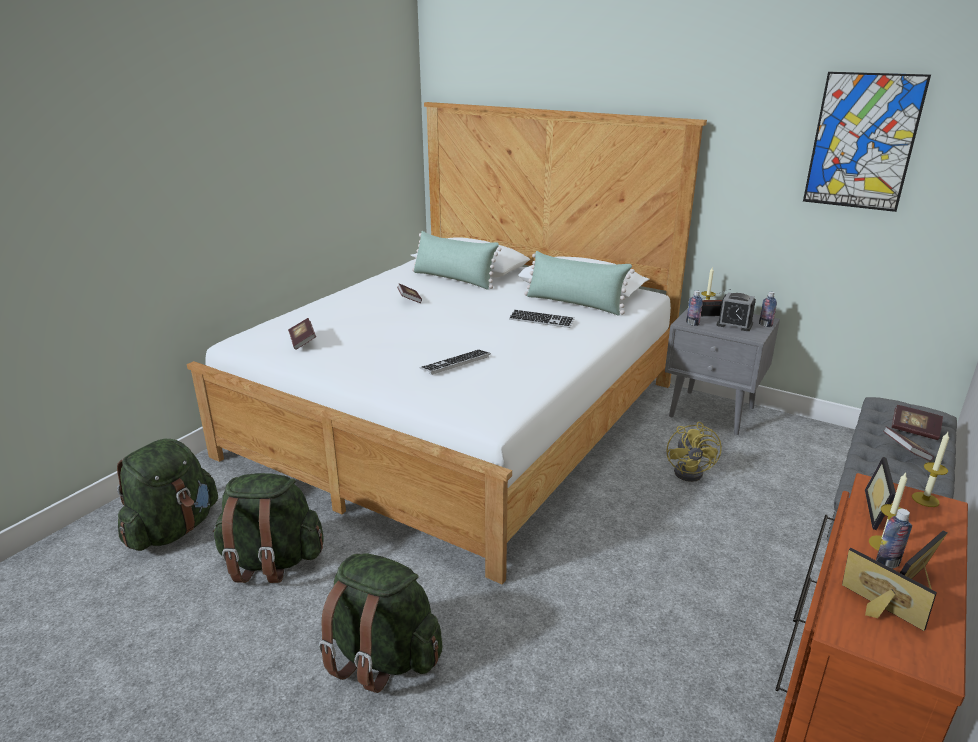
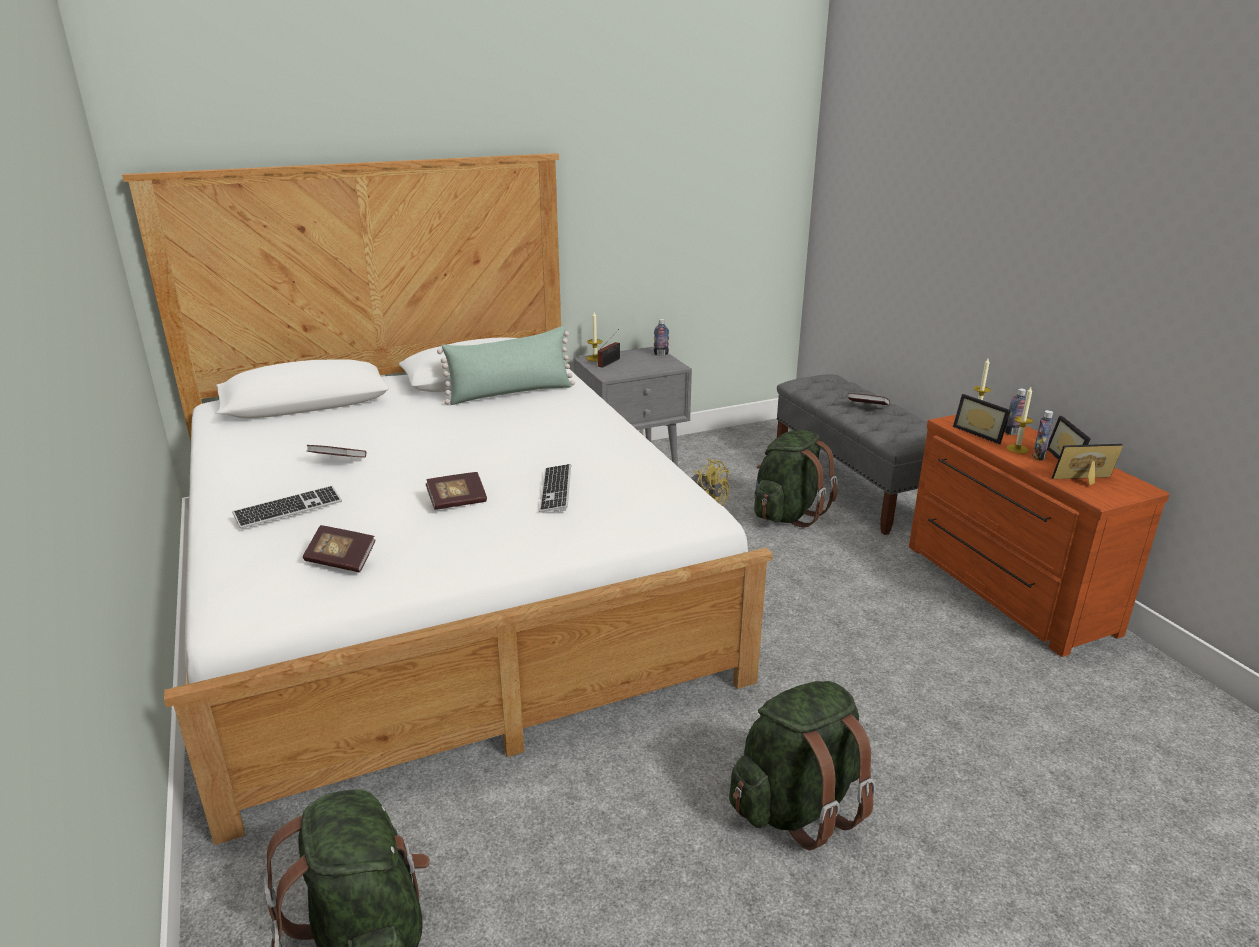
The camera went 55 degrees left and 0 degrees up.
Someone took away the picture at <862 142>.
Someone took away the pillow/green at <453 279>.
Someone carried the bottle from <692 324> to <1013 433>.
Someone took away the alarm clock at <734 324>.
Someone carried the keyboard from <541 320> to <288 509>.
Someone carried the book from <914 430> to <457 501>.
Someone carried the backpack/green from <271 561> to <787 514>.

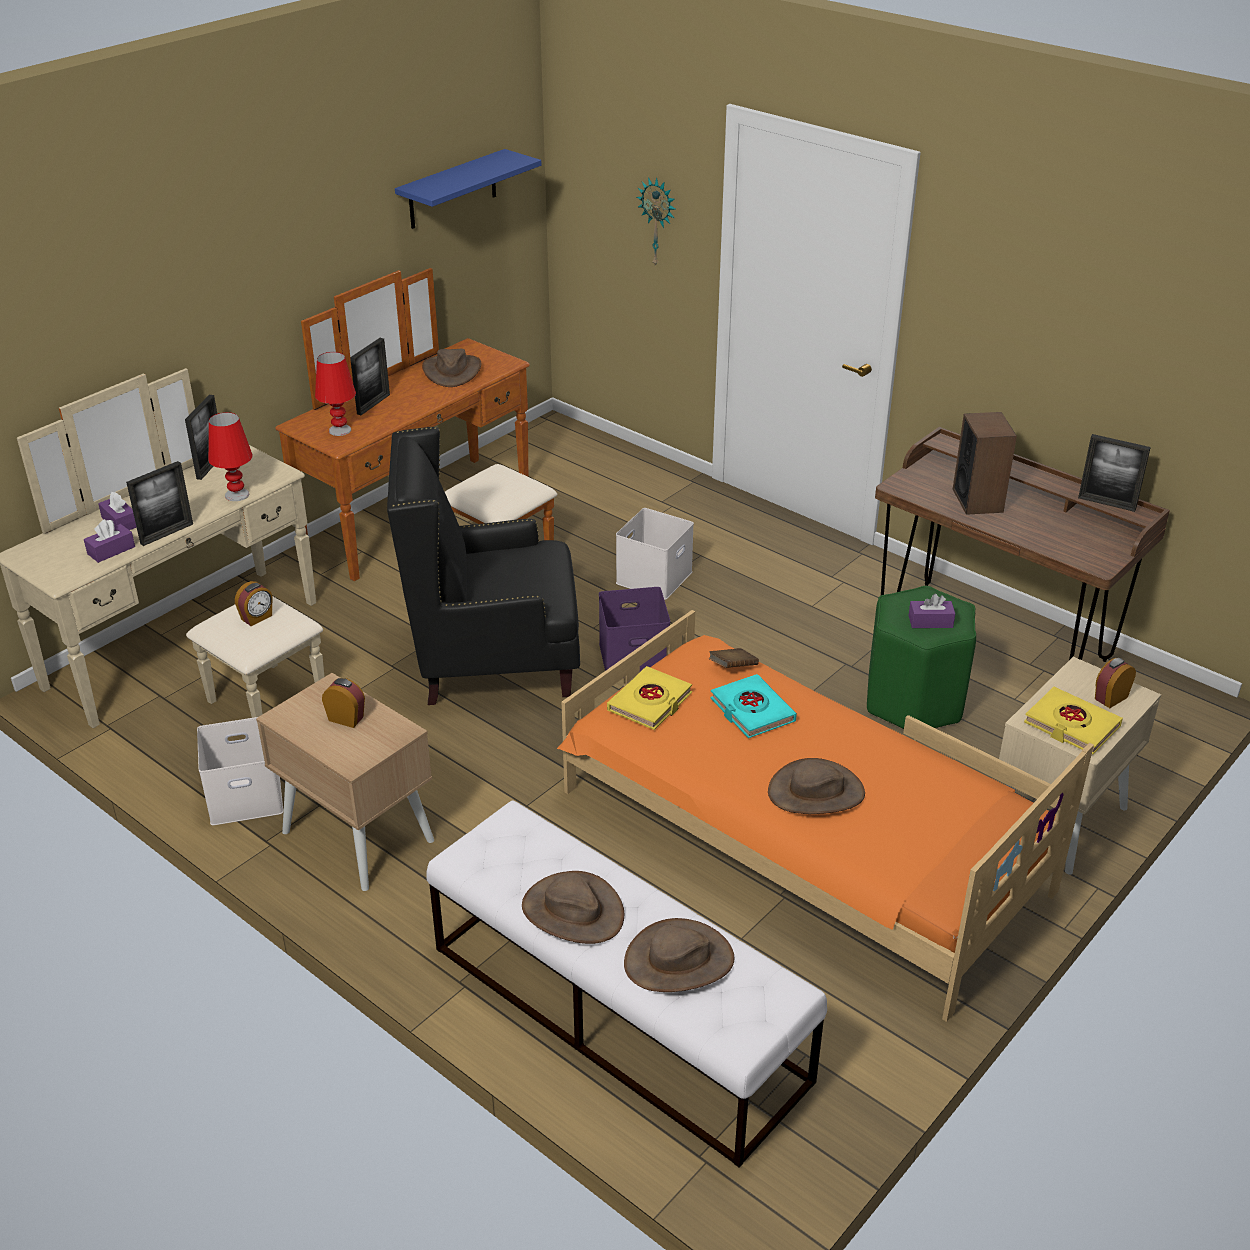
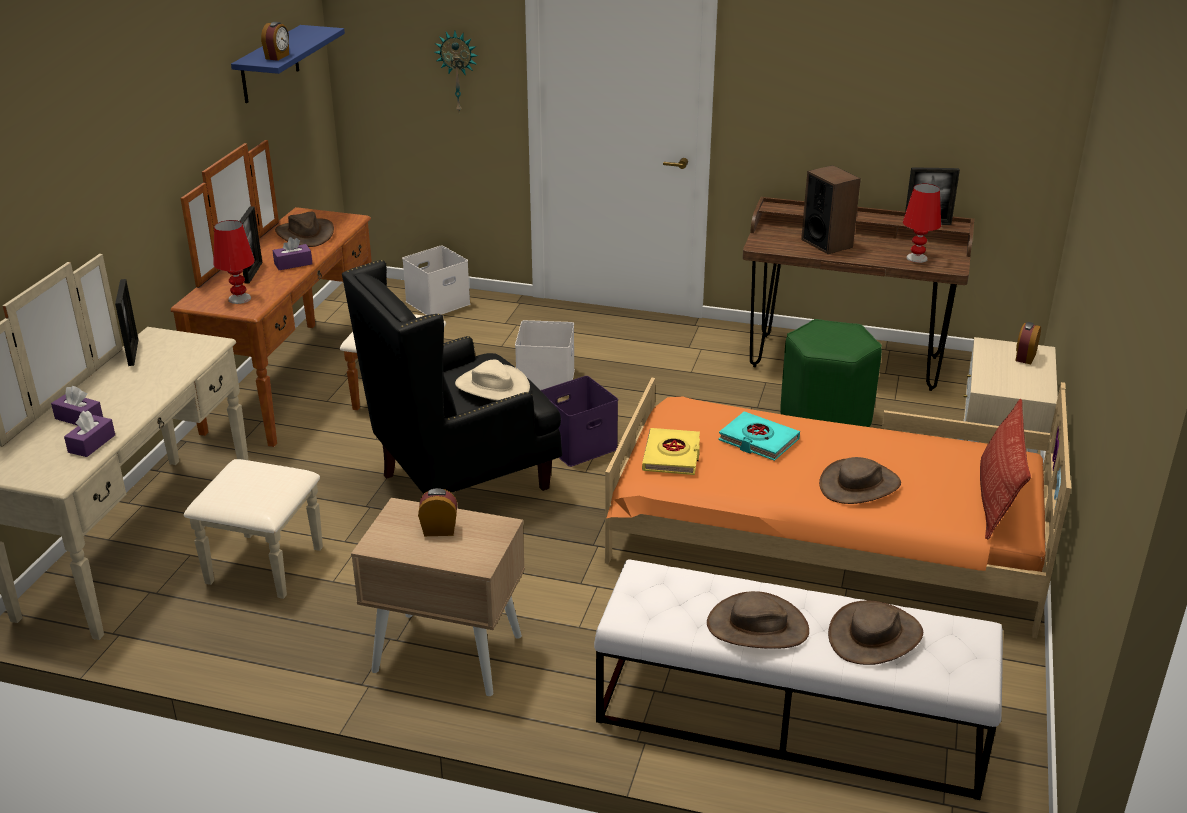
The camera went 25 degrees left and 5 degrees down.
Someone carried the table lamp/red from <237 494> to <916 258>.
Someone took away the picture frame at <167 534>.
Someone carried the alarm clock from <257 618> to <278 57>.
Someone carried the tissue box/purple from <930 621> to <293 264>.
Someone took away the book/brown at <733 667>.
Someone took away the book/yellow at <1071 725>.
Someone carried the storage box/white from <243 797> to <437 303>.
Someone put down the hat/beige at <492 387>.
Someone put down the pillow at <996 498>.

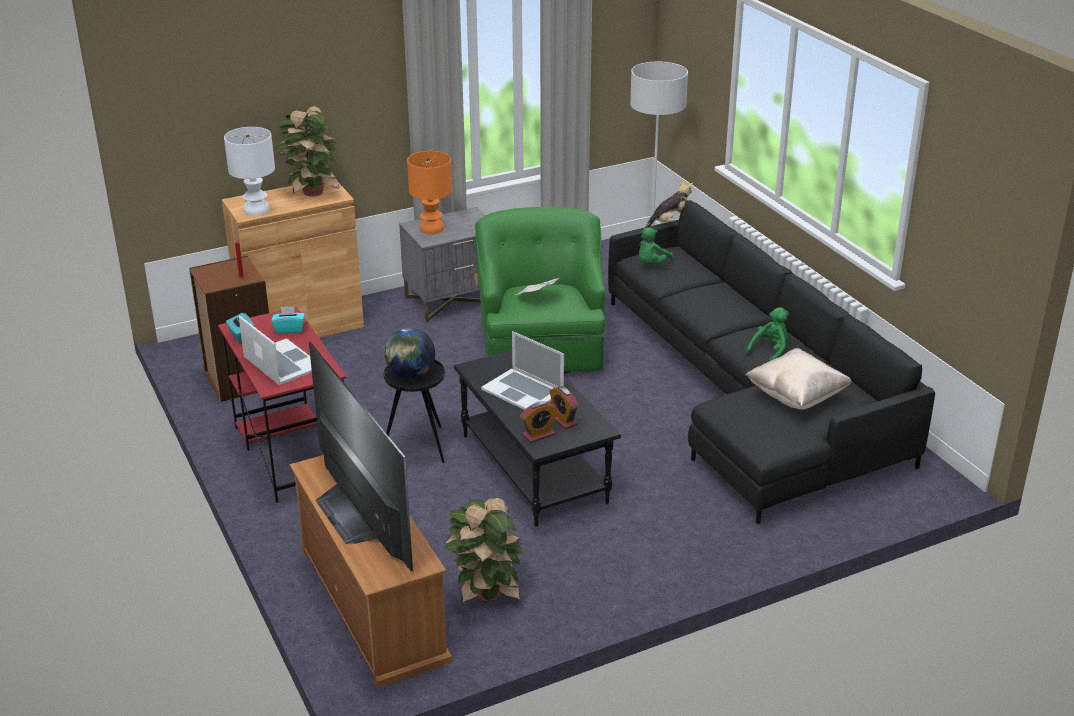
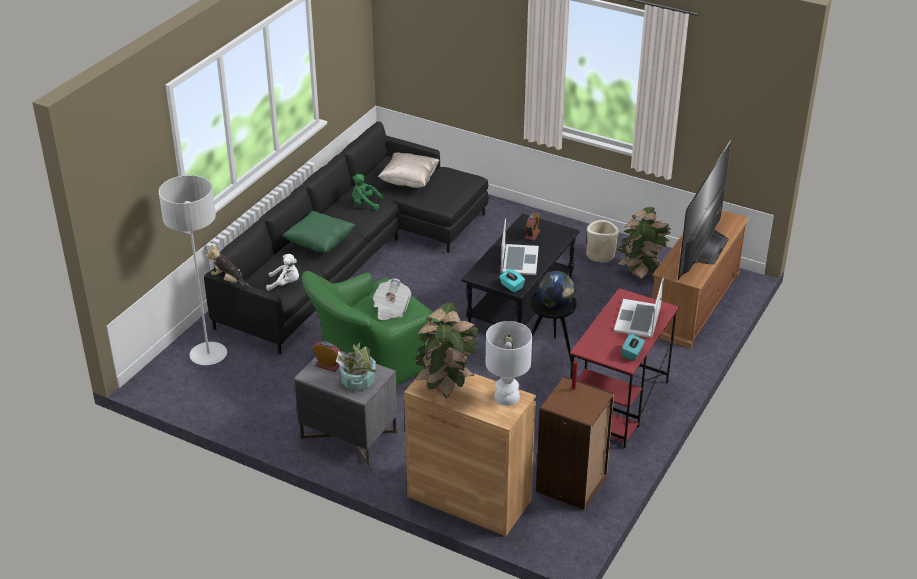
The camera went 125 degrees left and 5 degrees up.
Someone swapped the table lamp/orange at <432 228> for the potted plant at <358 381>.
Someone repainted the plush toy/green at <652 264>, which became the plush toy/white at <285 284>.
Someone carried the tissue box/turquoise from <289 329> to <511 286>.
Someone carried the alarm clock from <539 435> to <327 365>.
Someone put down the pillow/green at <319 244>.
Someone put down the planter/beige at <601 255>.

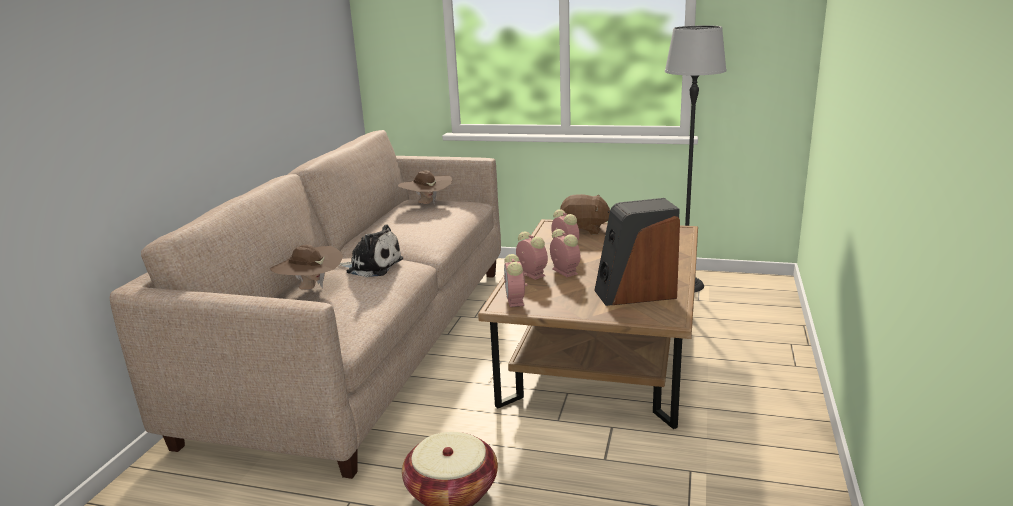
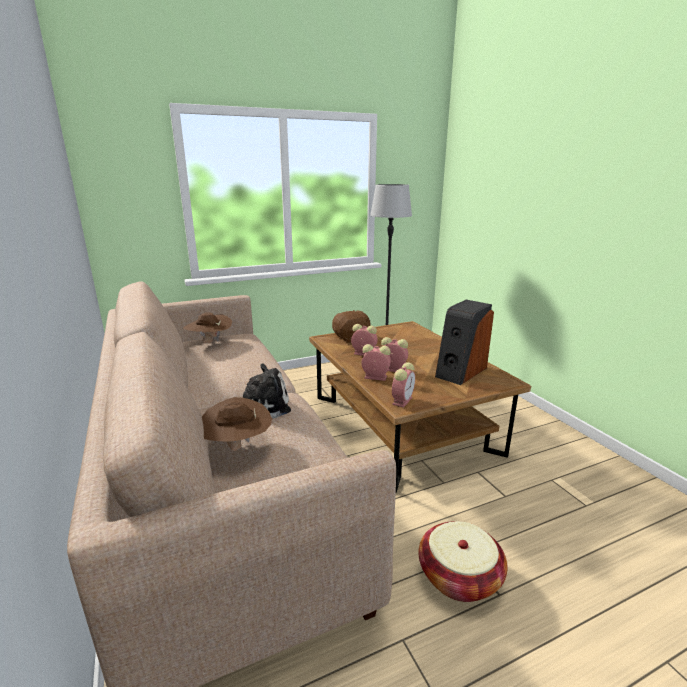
The camera went 40 degrees left and 0 degrees up.
Someone rotated the alarm clock at <515 301> by 105 degrees counterclockwise.

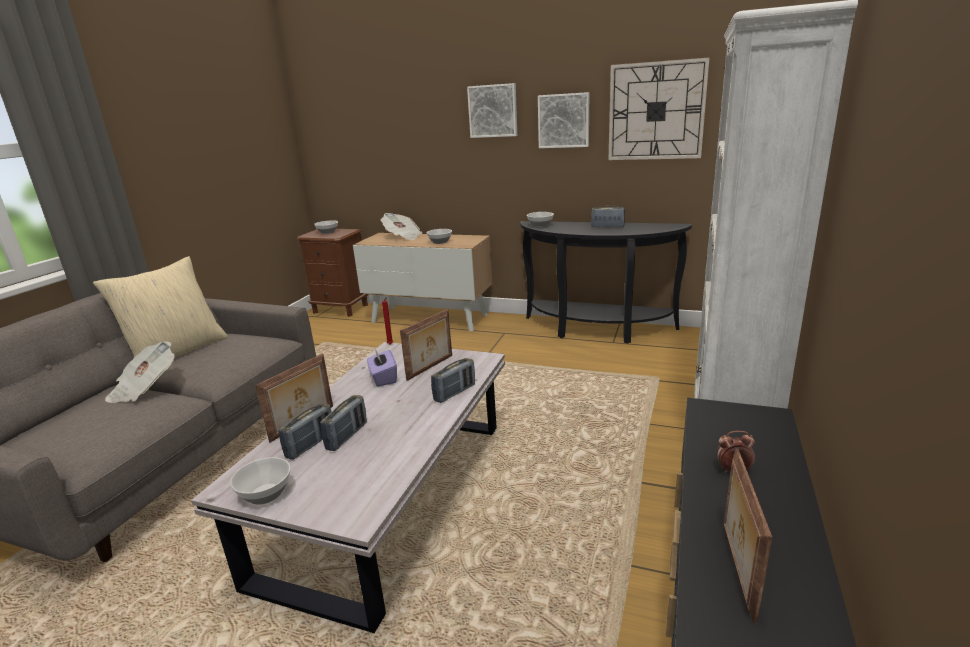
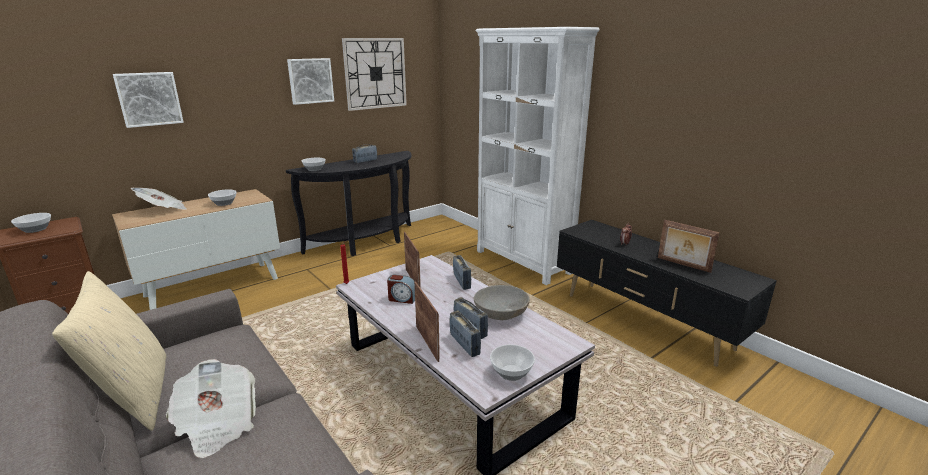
The camera went 60 degrees left and 0 degrees up.
Someone carried the picture from <493 111> to <149 99>.
Someone swapped the tissue box/purple at <383 378> for the alarm clock at <402 299>.
Someone put down the bowl/grey at <501 312>.

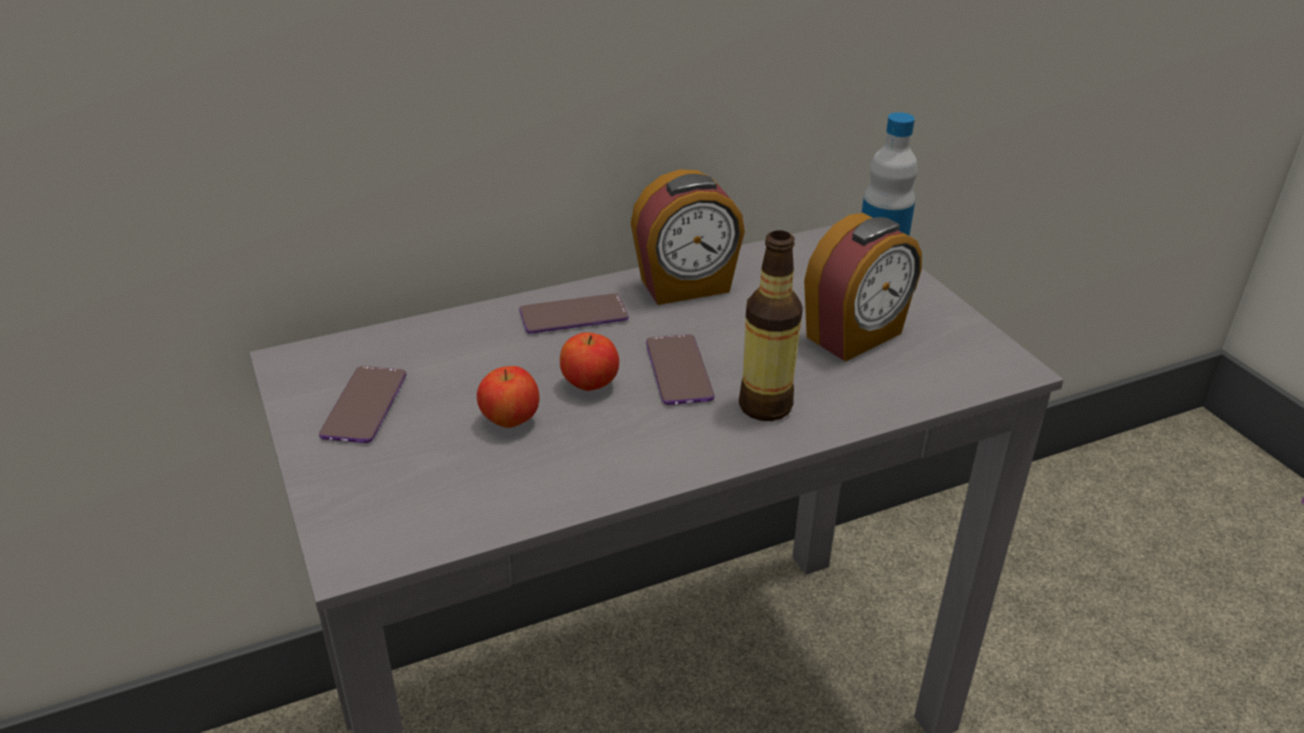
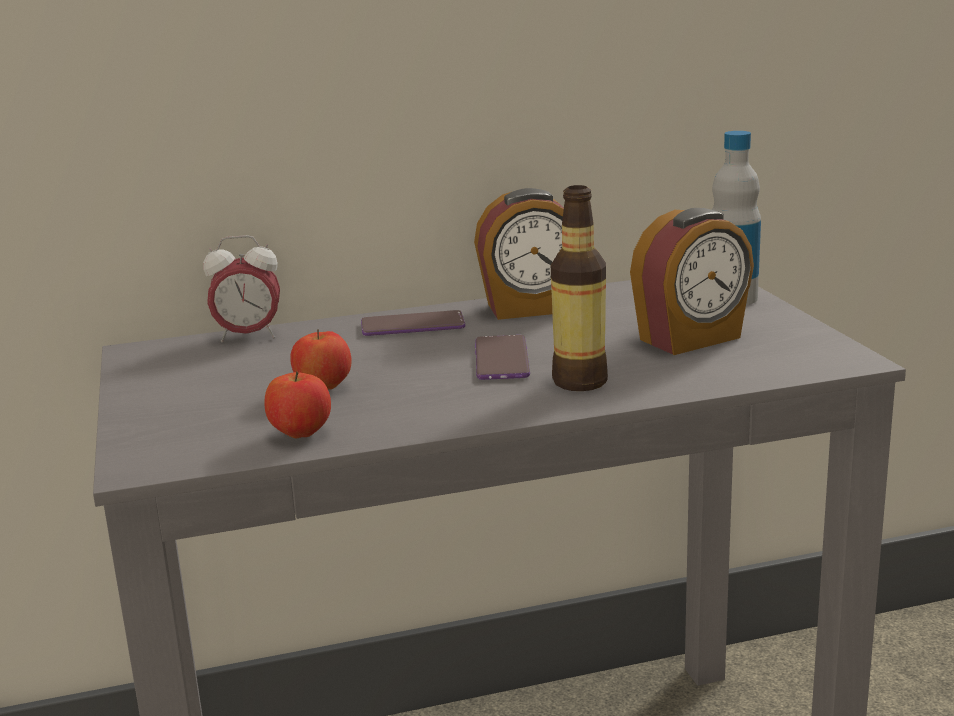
The camera went 10 degrees right and 15 degrees down.
Someone carried the apple from <590 385> to <301 434>.
Someone took away the phone at <364 406>.
Someone put down the alarm clock at <248 336>.

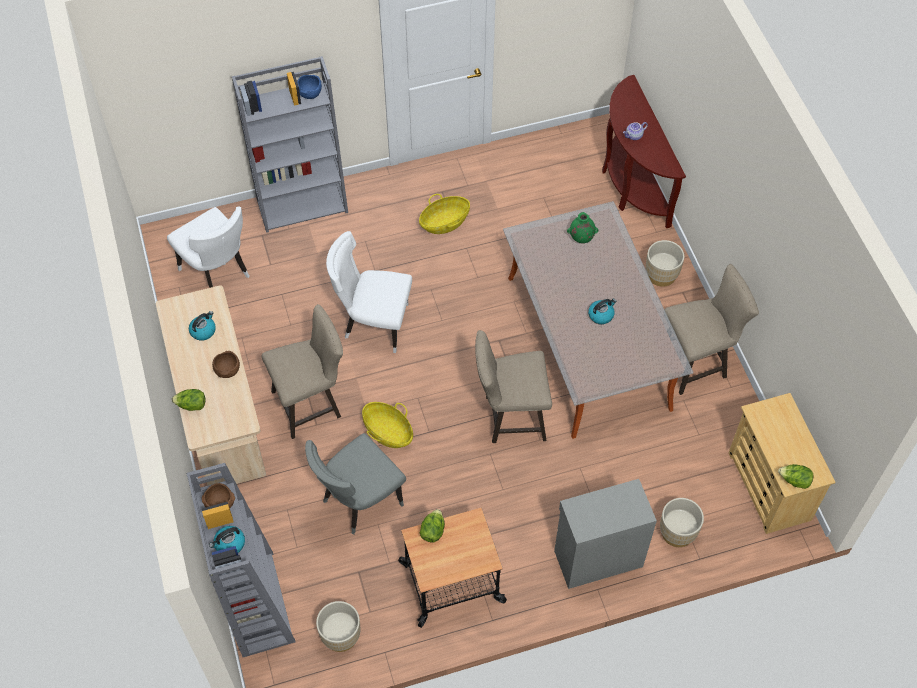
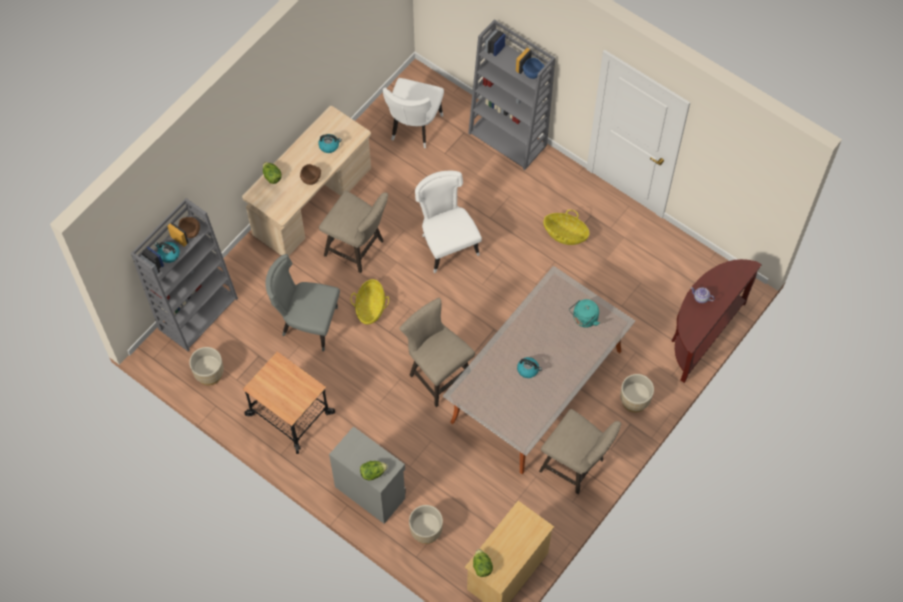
The camera went 55 degrees right and 5 degrees up.
Someone swapped the vase/green at <581 238> for the kettle/turquoise at <584 319>.
Someone carried the lettuce from <432 531> to <373 473>.

